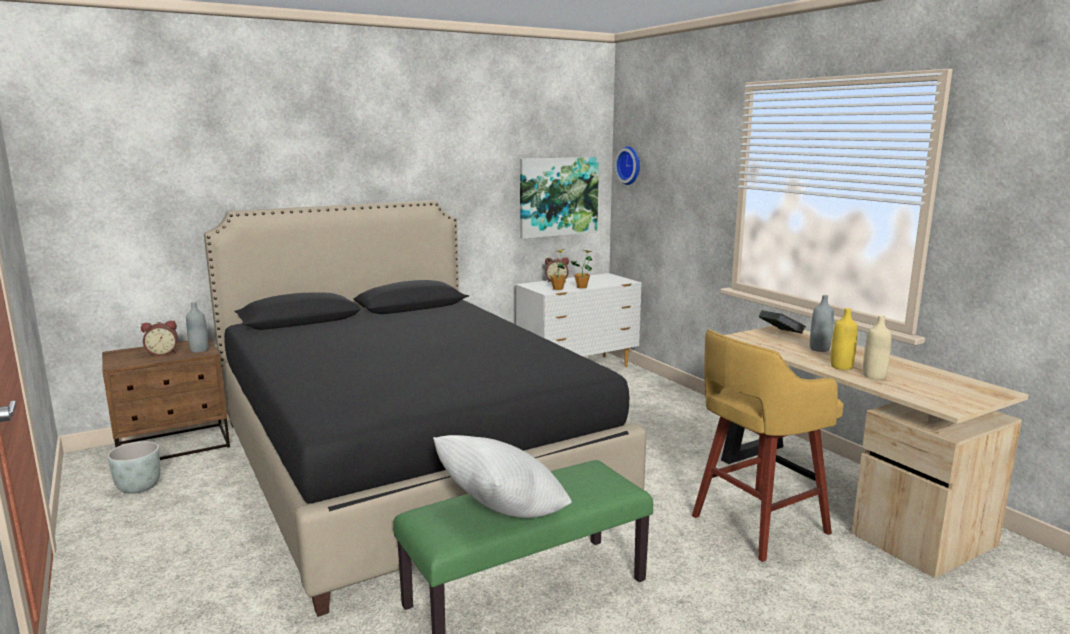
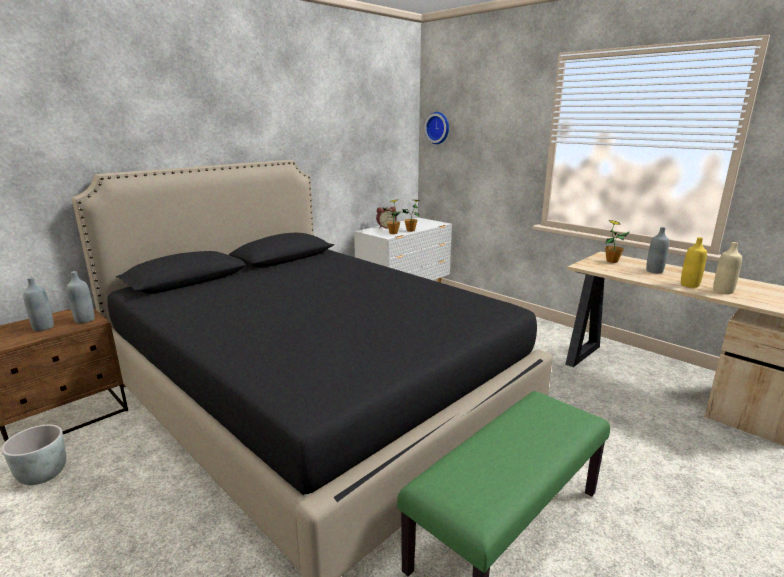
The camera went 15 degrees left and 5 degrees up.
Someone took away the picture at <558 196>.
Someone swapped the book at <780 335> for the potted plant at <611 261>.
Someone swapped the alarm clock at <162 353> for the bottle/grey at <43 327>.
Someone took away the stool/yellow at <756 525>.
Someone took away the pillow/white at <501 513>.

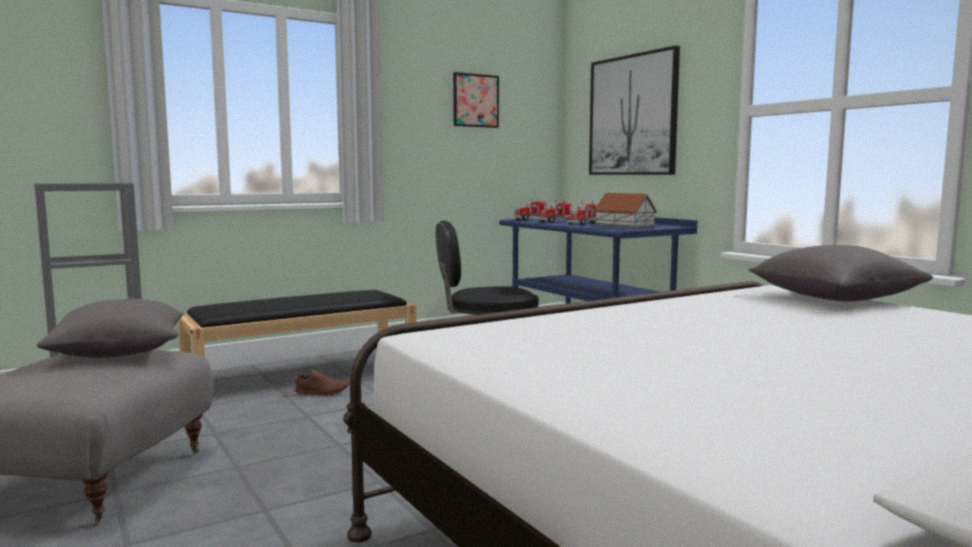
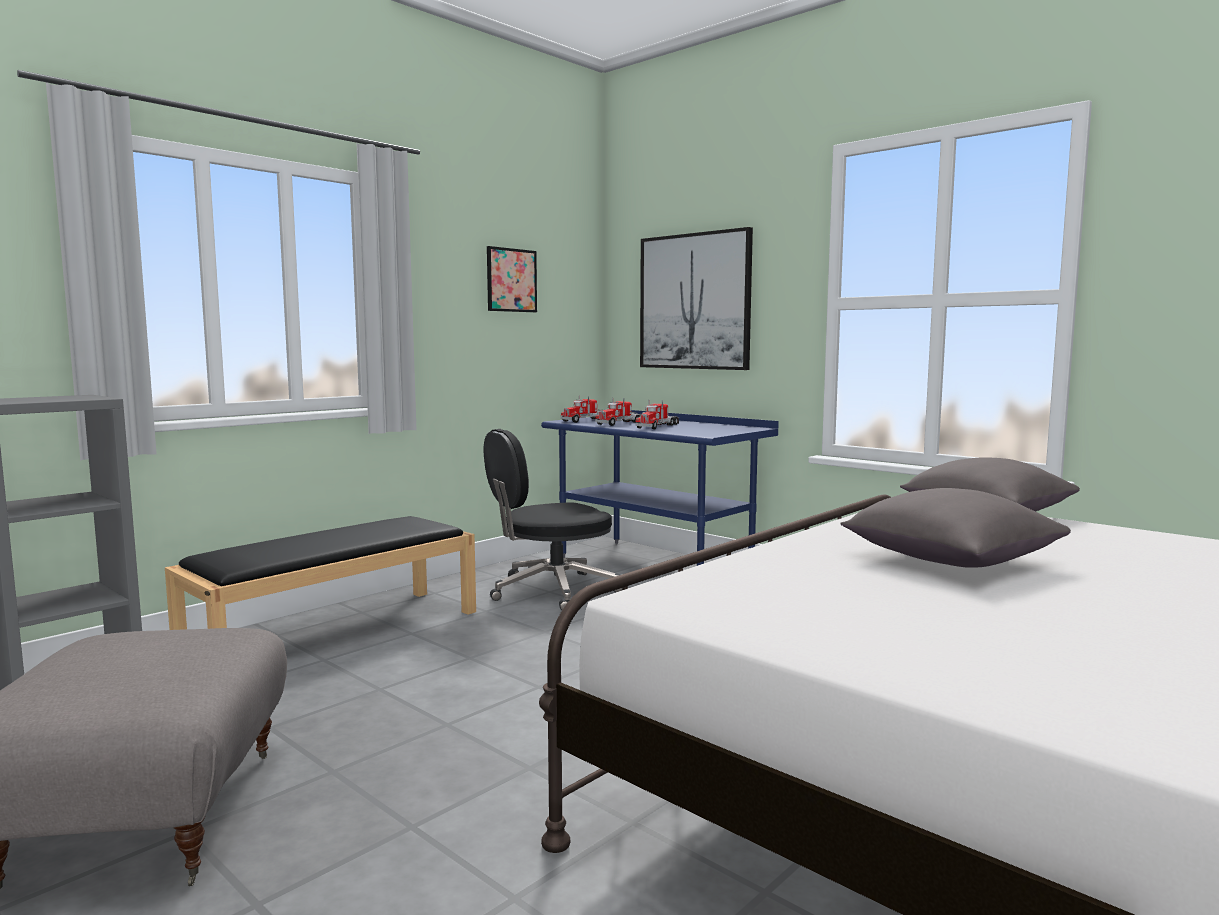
The camera went 15 degrees left and 0 degrees up.
Someone took away the toy house at <624 227>.
Someone carried the pillow/grey from <120 352> to <949 560>.
Someone took away the shoe/brown at <322 393>.

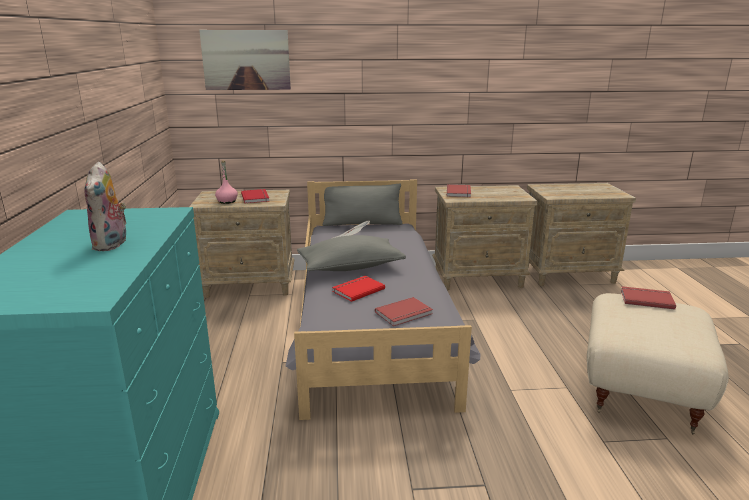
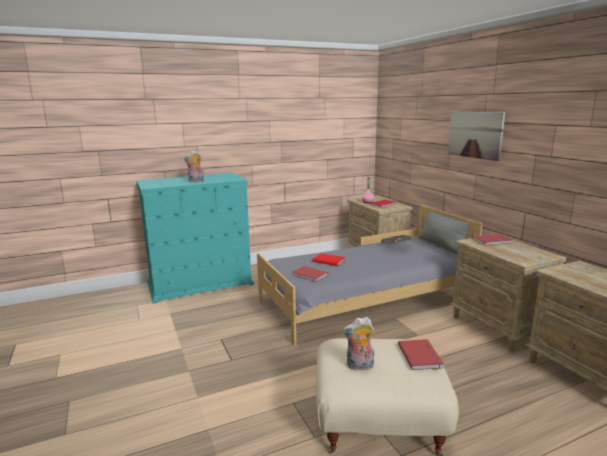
The camera went 70 degrees right and 5 degrees down.
Someone carried the picture from <246 60> to <475 134>.
Someone took away the pillow/grey at <350 267>.
Someone put down the plush toy at <359 366>.

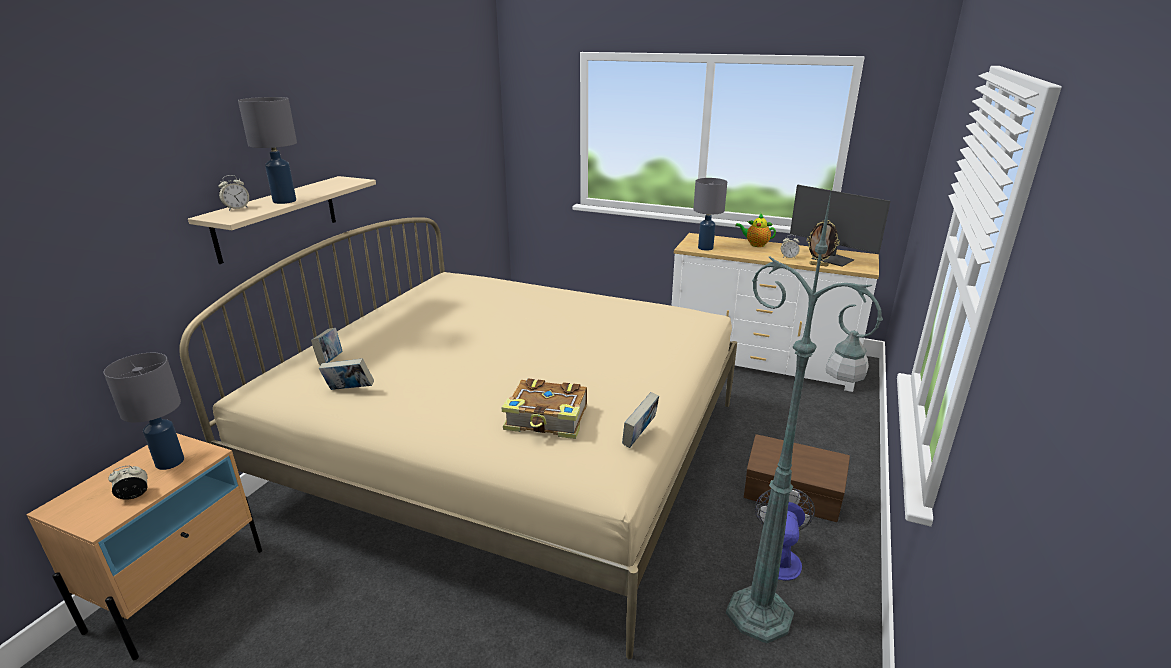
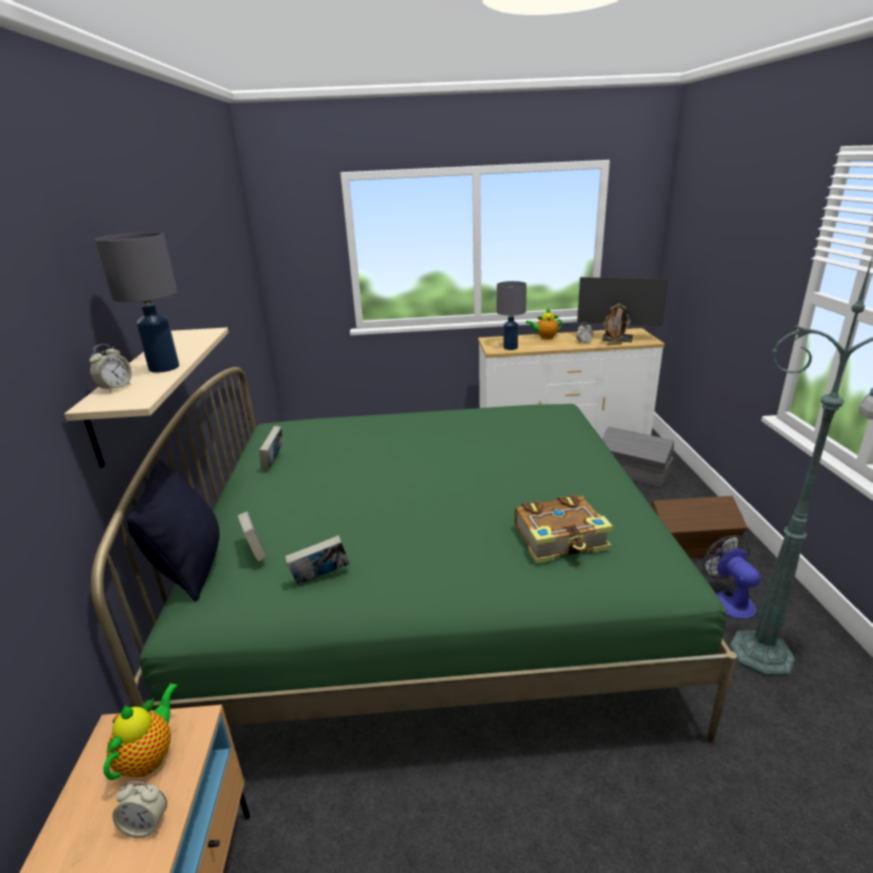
The camera went 25 degrees left and 0 degrees up.
Someone repainted the bed/beige at <510 453>, which became the bed/green at <430 592>.
Someone swapped the table lamp/grey at <169 462> for the teapot at <149 756>.
Someone carried the book from <639 437> to <274 462>.
Someone rotated the alarm clock at <134 495> by 120 degrees counterclockwise.
Someone put down the storage box/grey at <633 473>.
Someone put down the pillow/black at <191 568>.

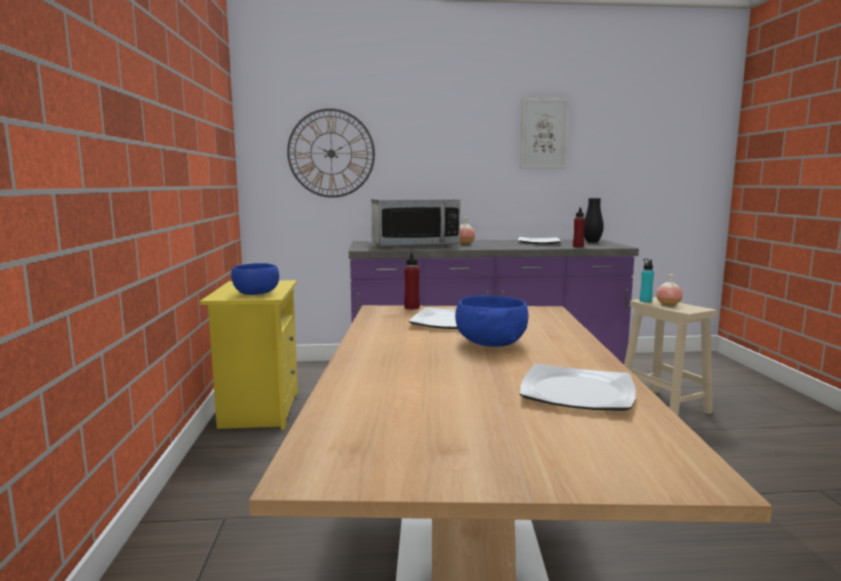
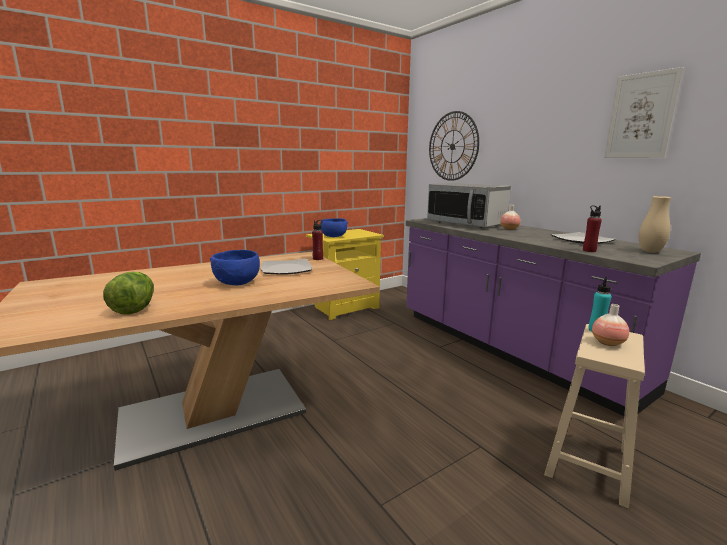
The camera went 60 degrees right and 5 degrees up.
Someone repainted the vase/black at <592 242>, which became the vase/beige at <650 251>.
Someone swapped the plate at <578 393> for the lettuce at <135 308>.

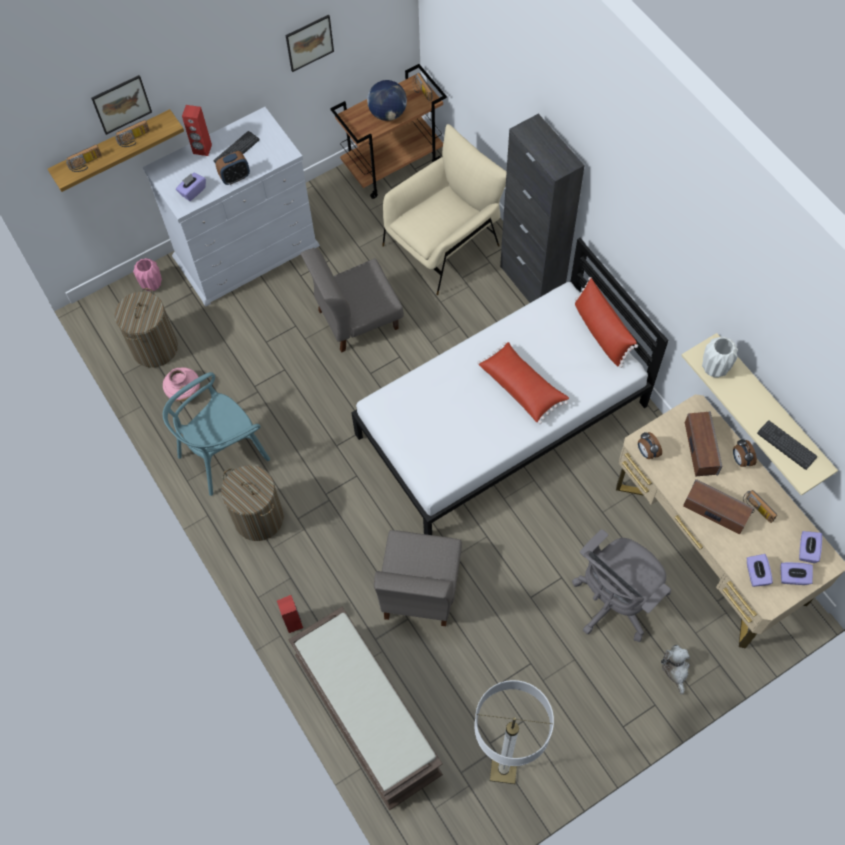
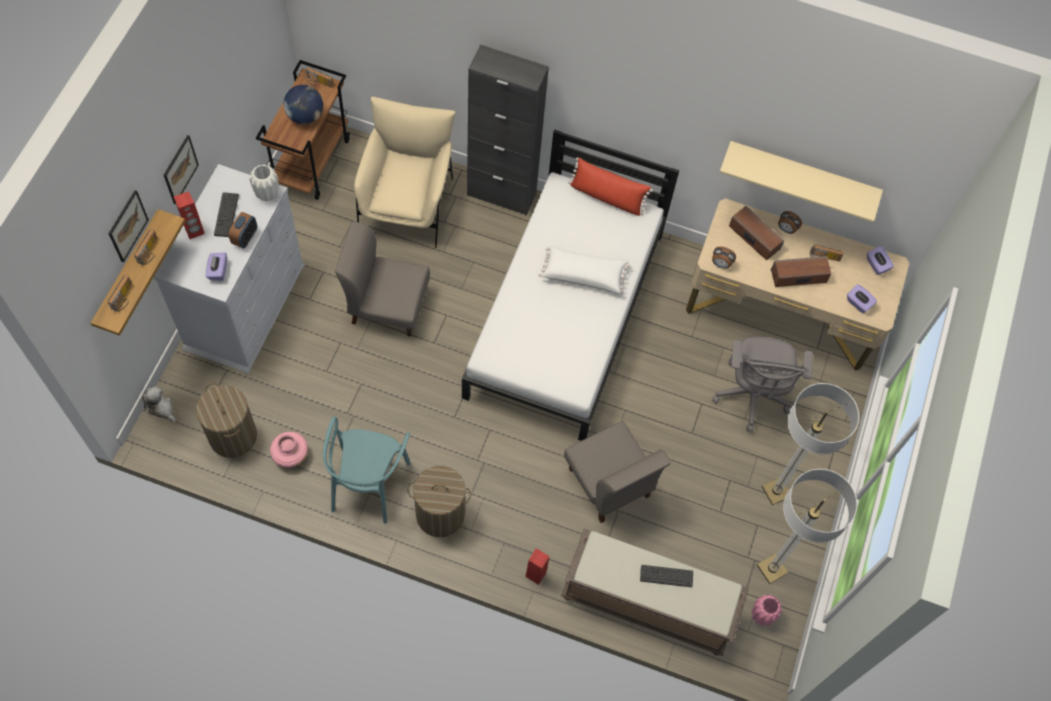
The camera went 45 degrees left and 0 degrees up.
Someone carried the picture from <309 42> to <180 169>.
Someone rotated the chair/grey at <357 319> by 75 degrees clockwise.
Someone carried the vase/pink from <152 285> to <761 616>.
Someone carried the vase/white from <714 369> to <267 194>.
Someone repainted the pillow/red at <522 387>, which became the pillow/white at <583 274>.
Someone carried the keyboard from <786 445> to <666 576>.
Someone took away the tissue box/purple at <793 577>.
Someone carried the plush toy from <675 669> to <161 408>.
Someone put down the floor lamp at <776 491>.

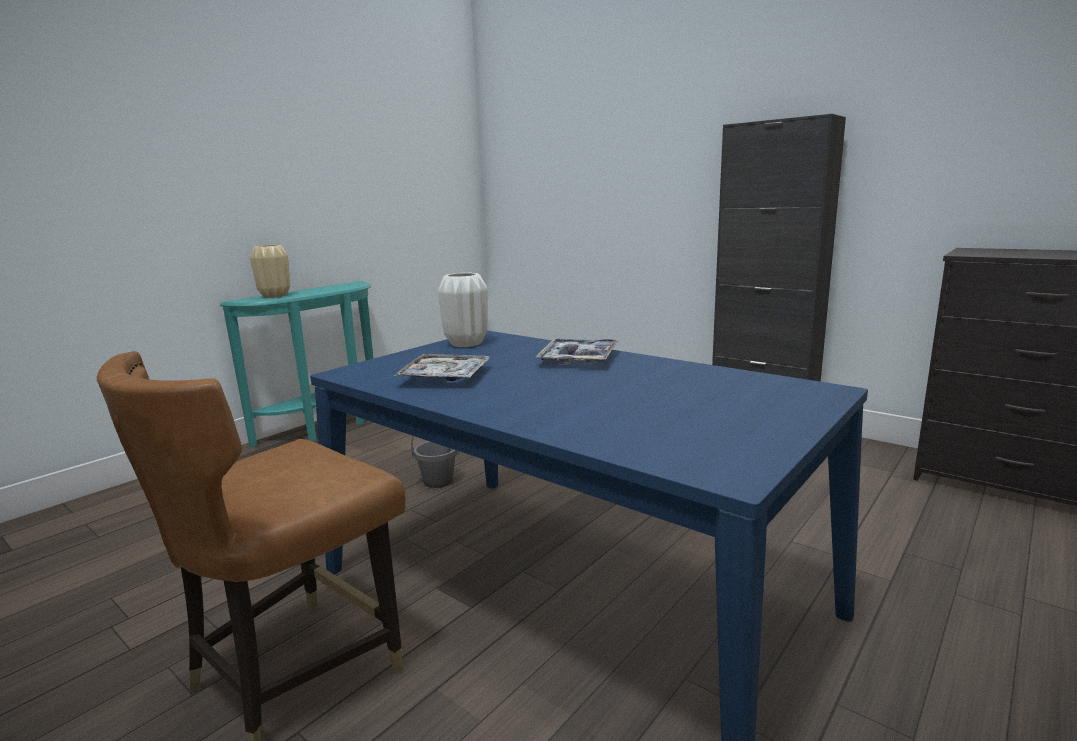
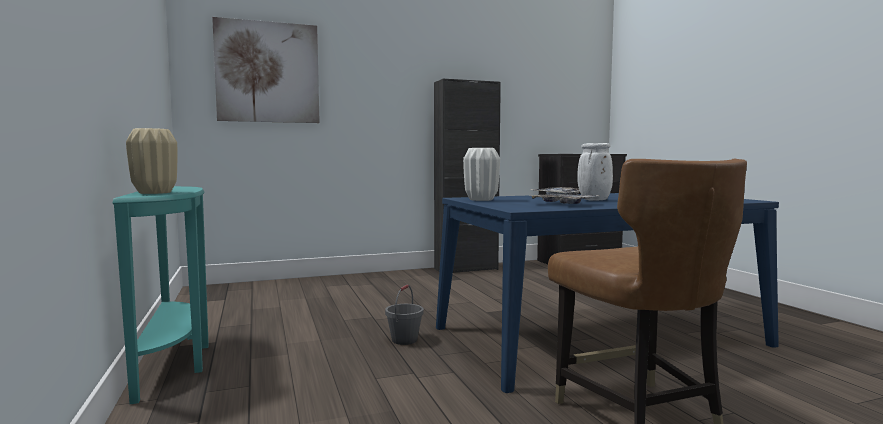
The camera went 60 degrees left and 10 degrees down.
Someone put up the picture at <268 72>.
Someone put down the vase/white at <594 200>.

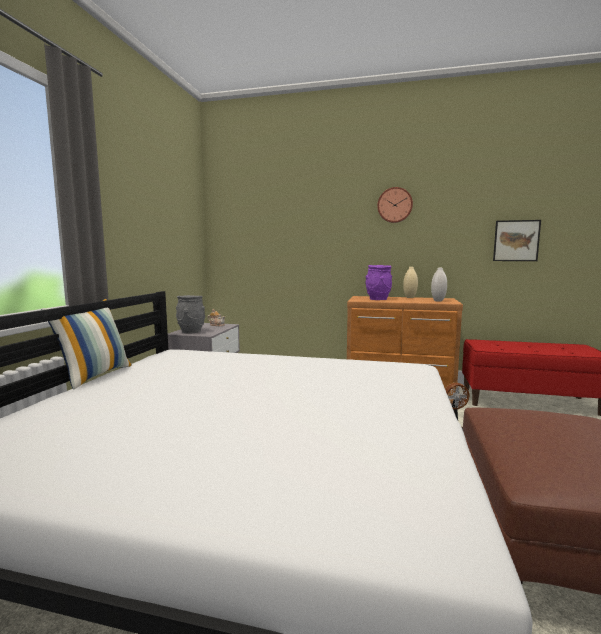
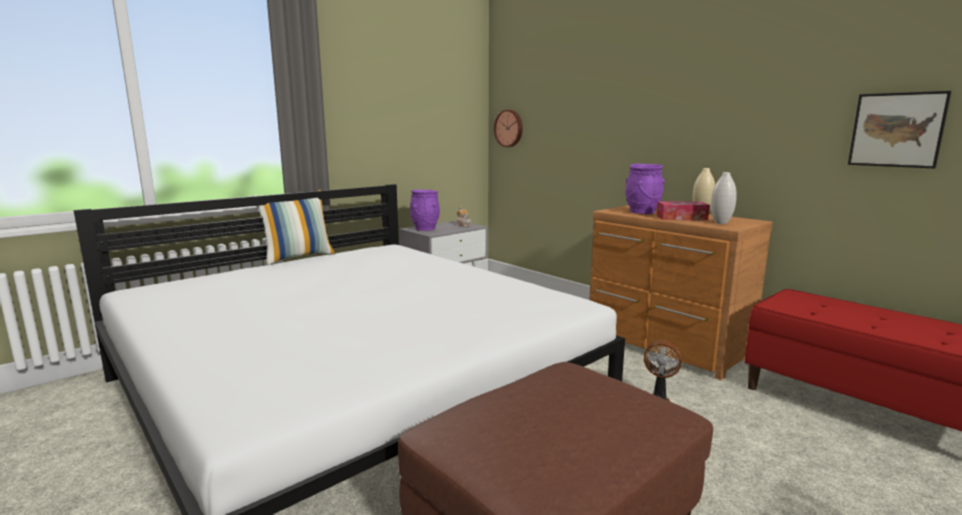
The camera went 35 degrees right and 5 degrees up.
Someone carried the wall clock from <394 205> to <509 128>.
Someone repainted the vase/grey at <191 331>, which became the vase/purple at <425 229>.
Someone put down the tissue box at <681 218>.

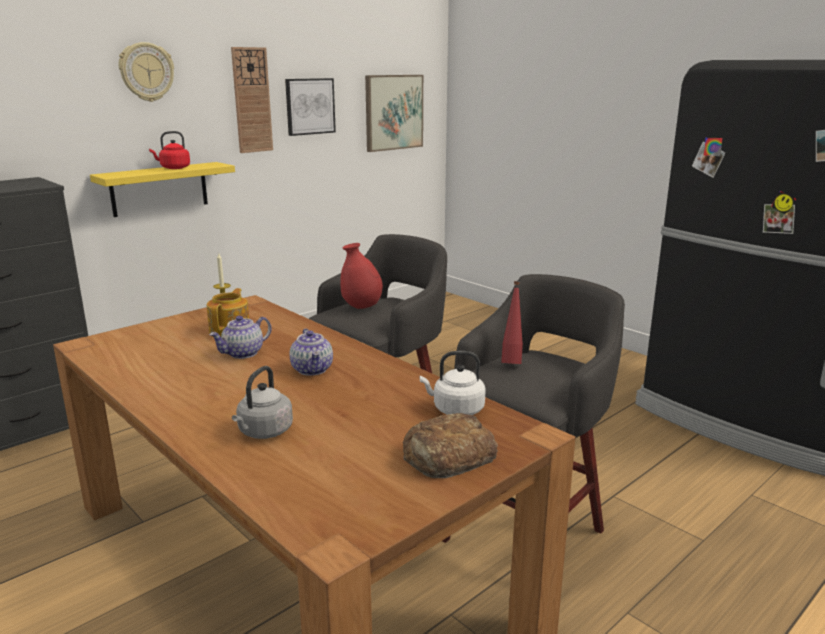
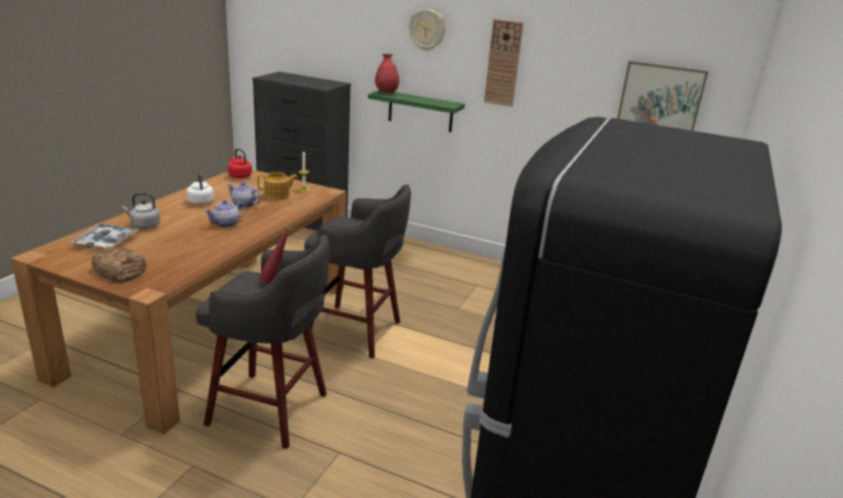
The camera went 65 degrees right and 5 degrees up.
Someone took away the picture at <309 106>.
Someone carried the kettle/red from <173 168> to <239 176>.
Someone repainted the shelf/yellow at <159 189>, which became the shelf/green at <420 111>.
Someone carried the vase/red from <362 307> to <386 93>.
Someone carried the kettle/white from <455 410> to <200 201>.
Someone put down the tray at <106 242>.

